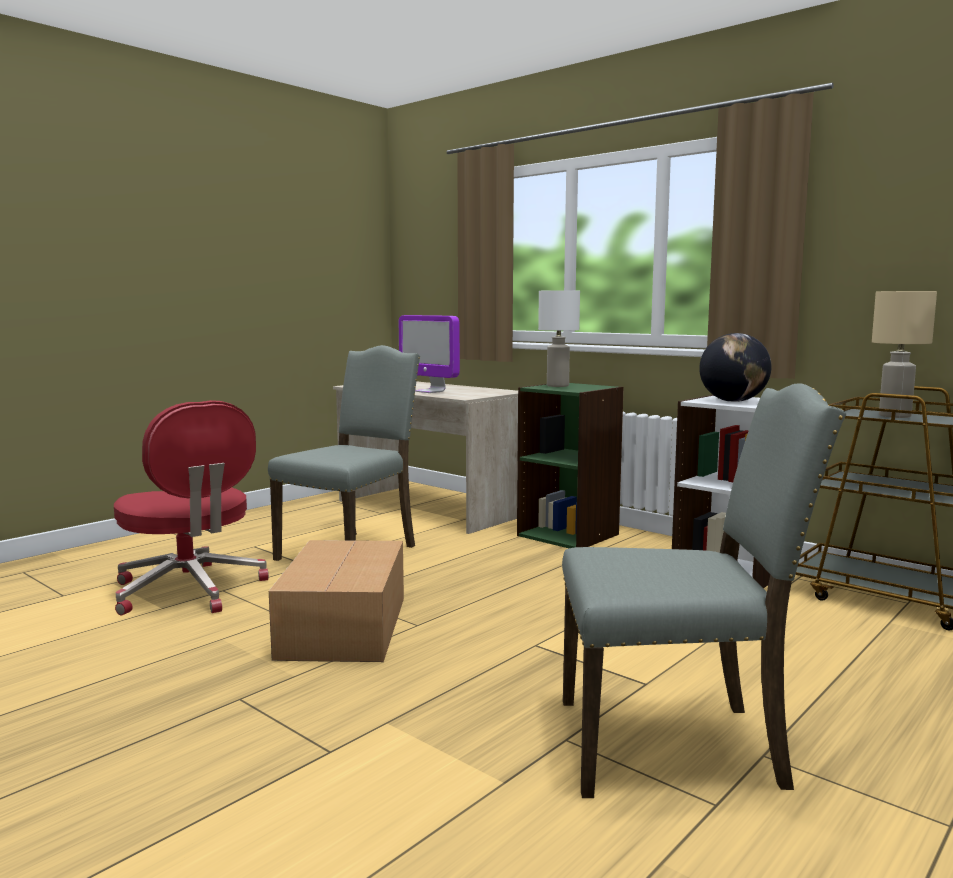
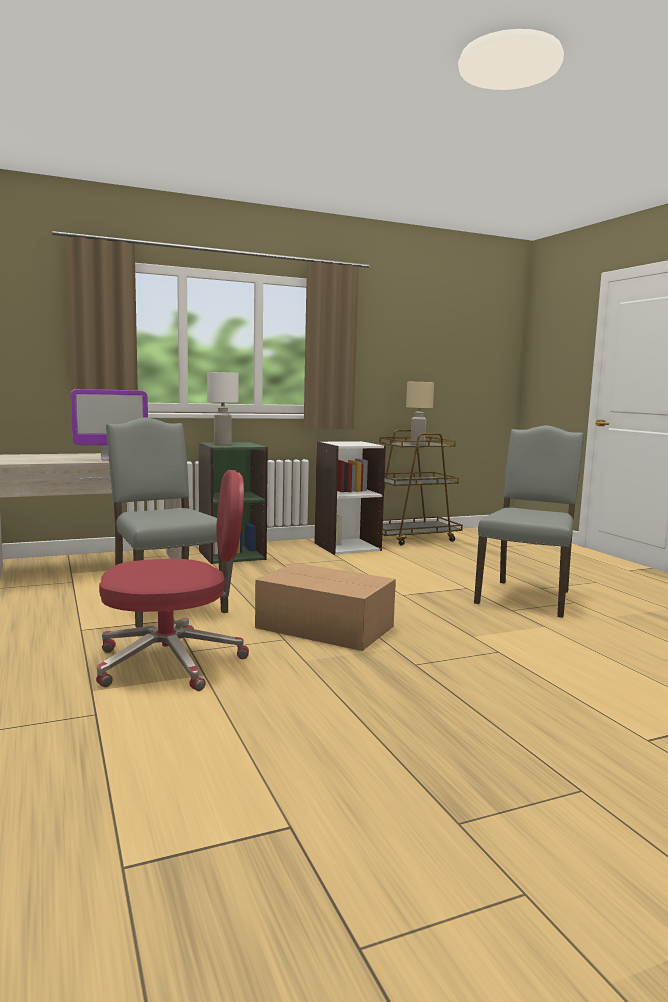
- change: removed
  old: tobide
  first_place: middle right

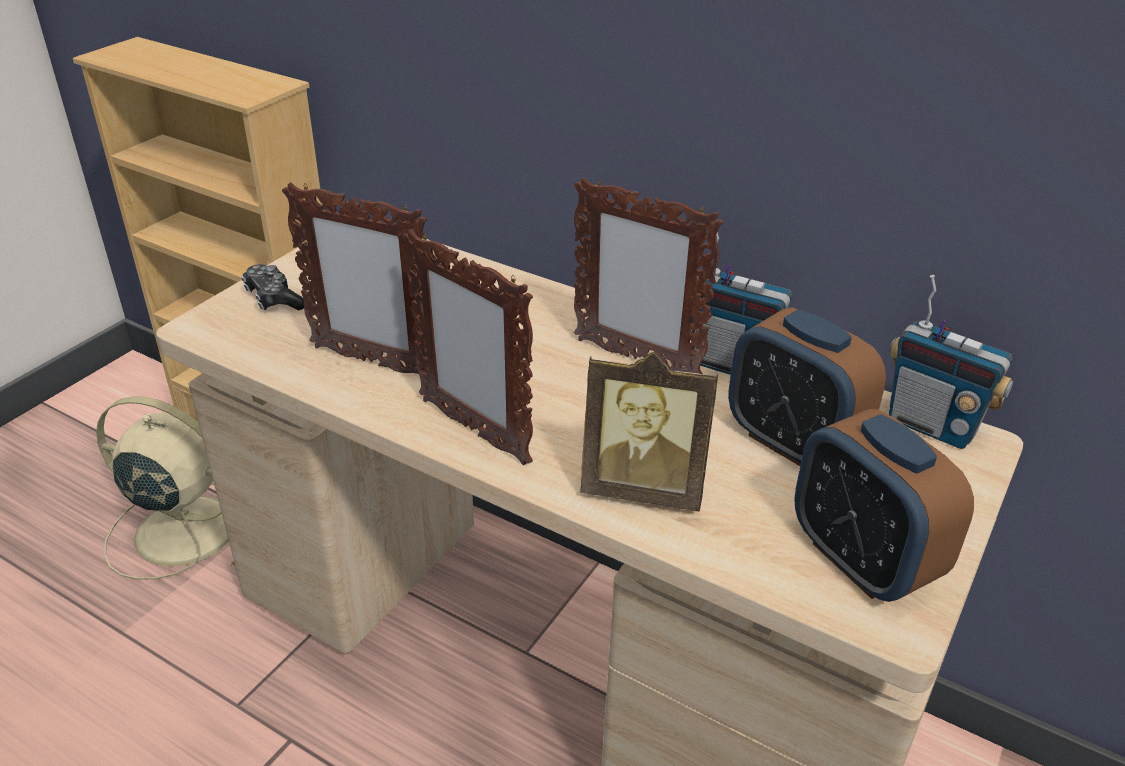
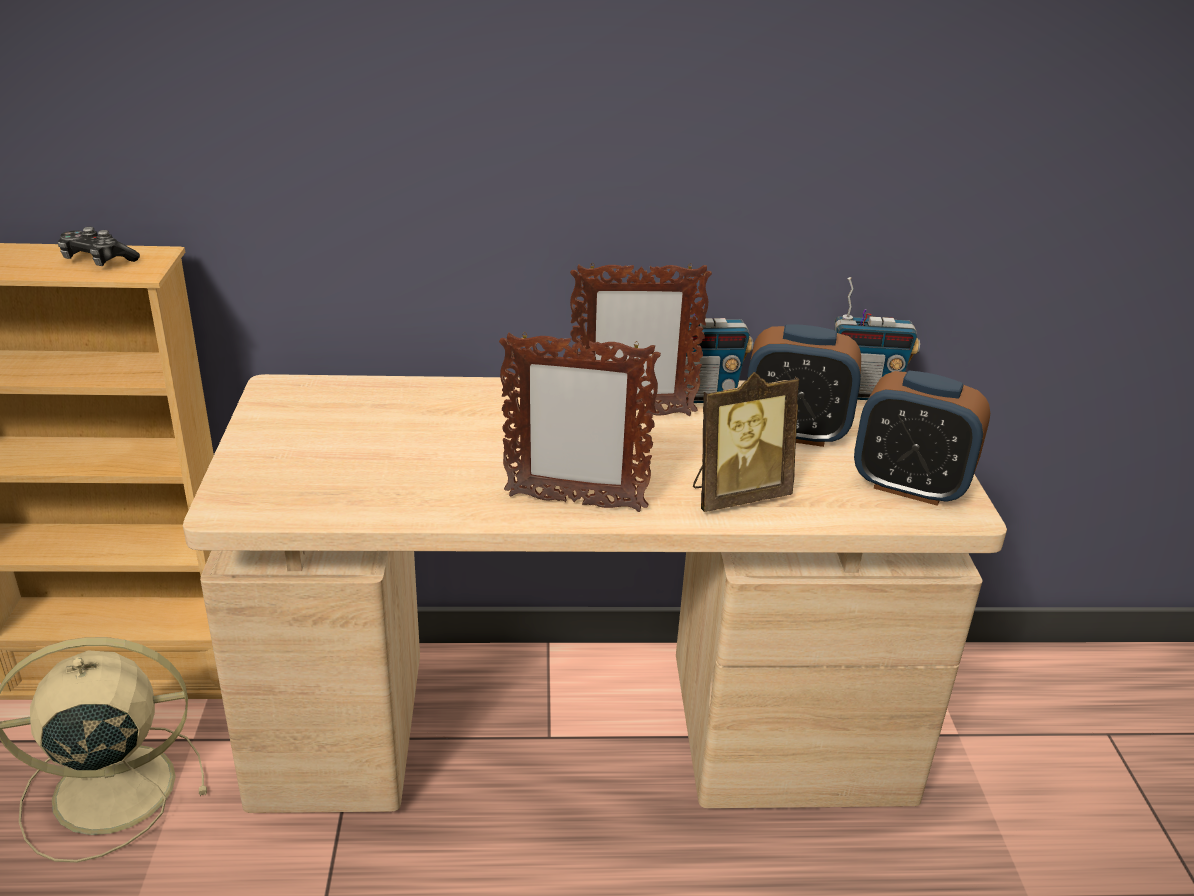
- change: removed
  old: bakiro (1st from left)
  first_place: middle left
- change: moved
  old: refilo
  first_place: middle left
  second_place: top left

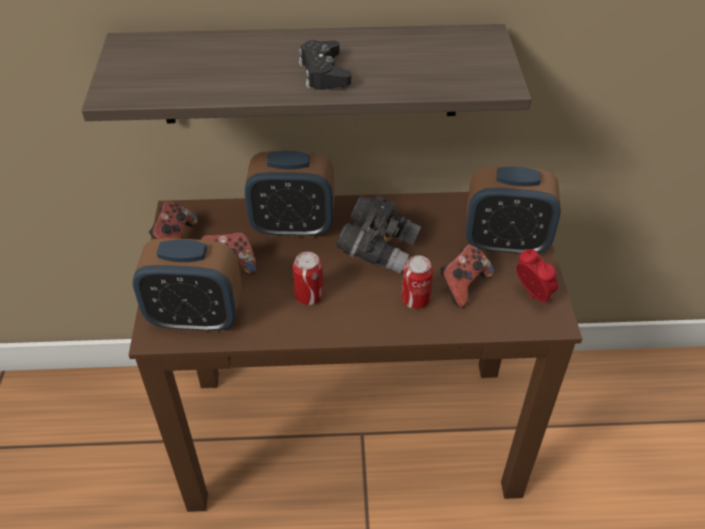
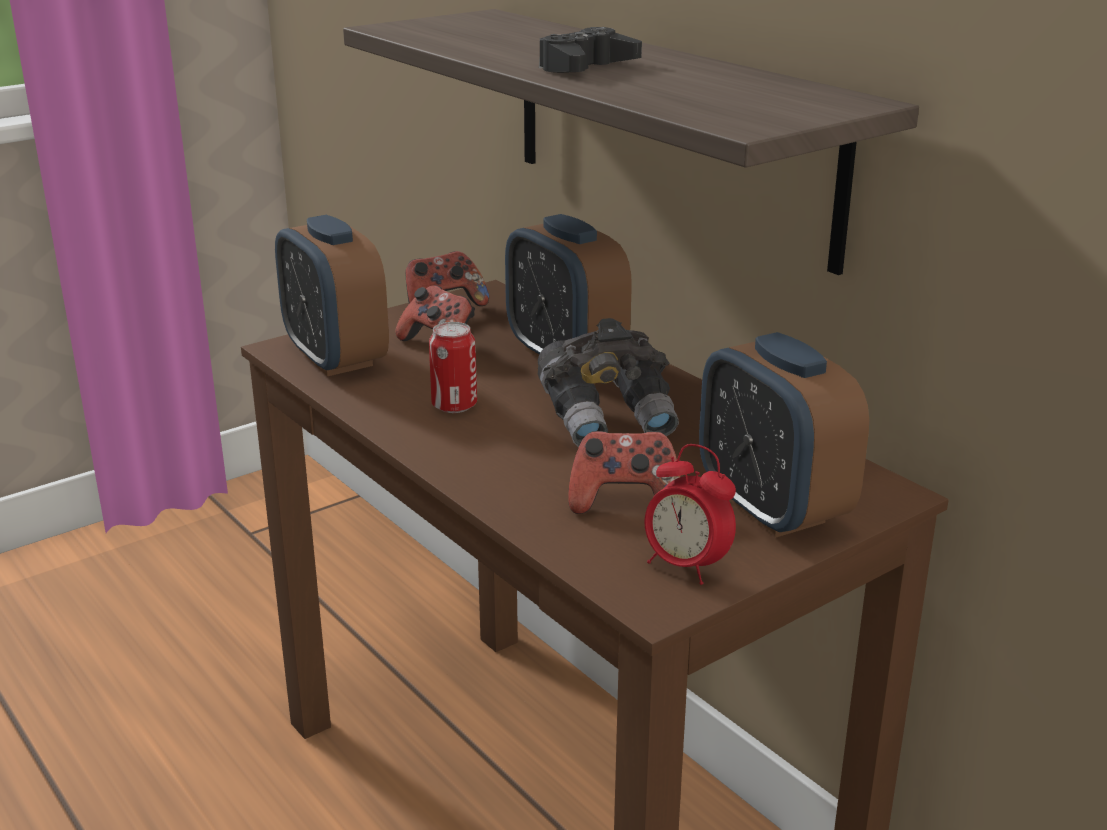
- change: turned
  old: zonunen (4th from left in the first image)
  first_place: middle right
  second_place: centre
  degrees: 105
- change: removed
  old: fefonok (2nd from left)
  first_place: centre

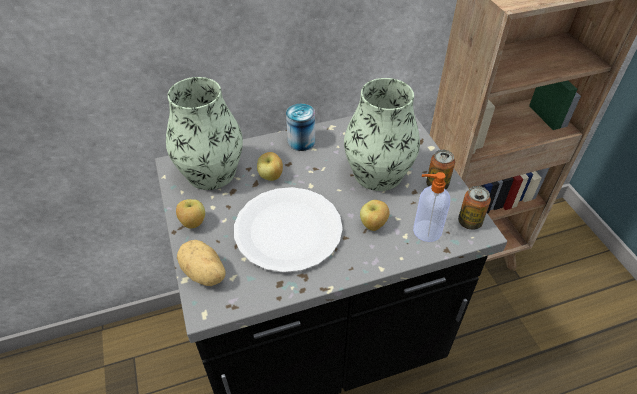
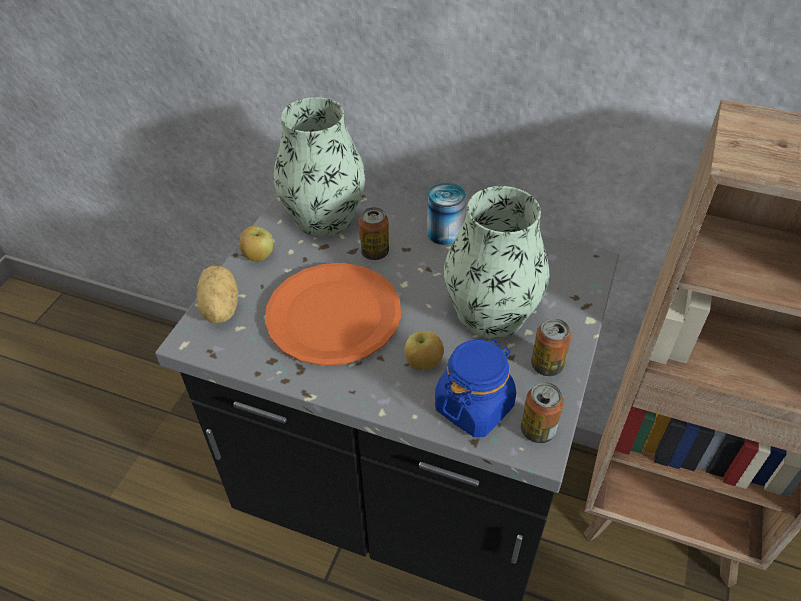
- change: replaced
  old: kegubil (2nd from left)
  new: fefonok (1st from left)
  first_place: centre
  second_place: centre
- change: replaced
  old: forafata
  new: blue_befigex
  first_place: middle right
  second_place: centre
- change: recoloured
  old: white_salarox
  new: orange_salarox
  first_place: centre
  second_place: centre

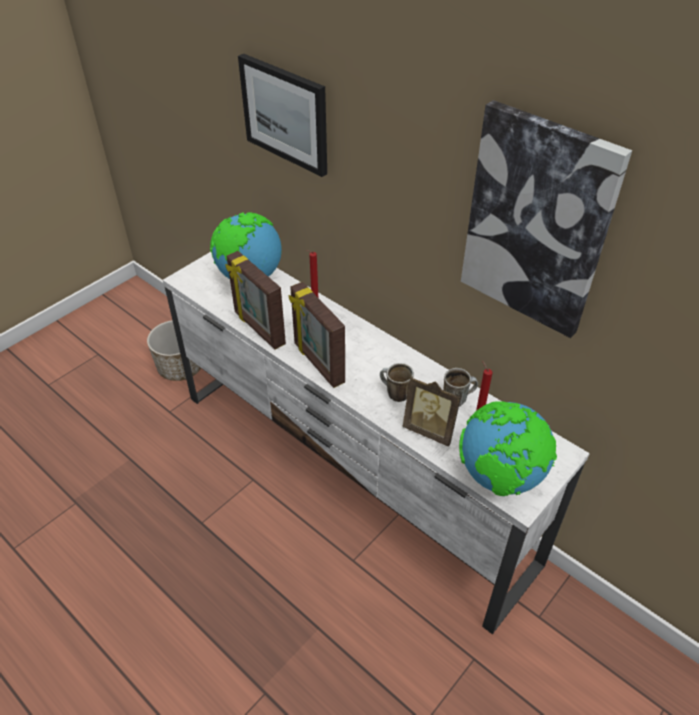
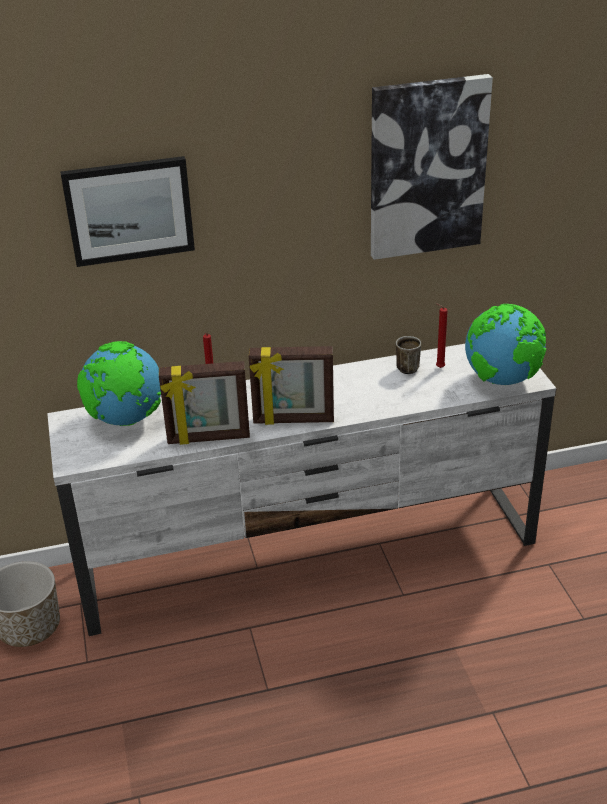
- change: removed
  old: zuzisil (1st from left)
  first_place: centre
- change: removed
  old: bakiro (3rd from left)
  first_place: centre

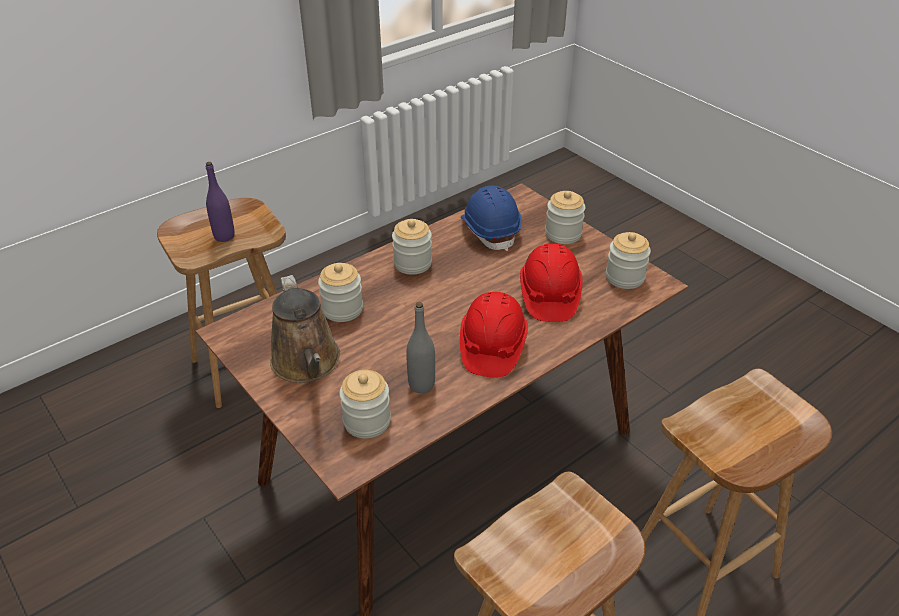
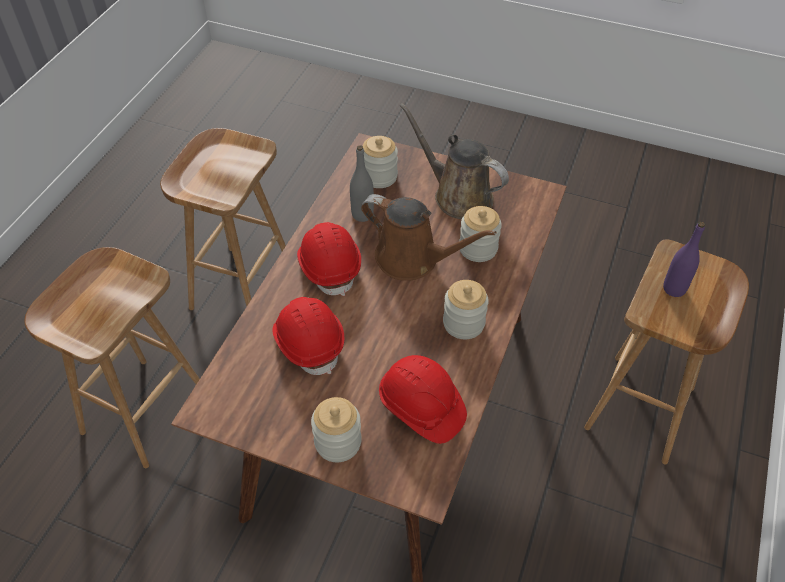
- change: recoloured
  old: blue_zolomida
  new: red_zolomida (3rd from left)
  first_place: centre
  second_place: bottom centre
- change: removed
  old: befigex (5th from left)
  first_place: middle right
- change: added
  new: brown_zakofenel (1st from left)
  second_place: centre

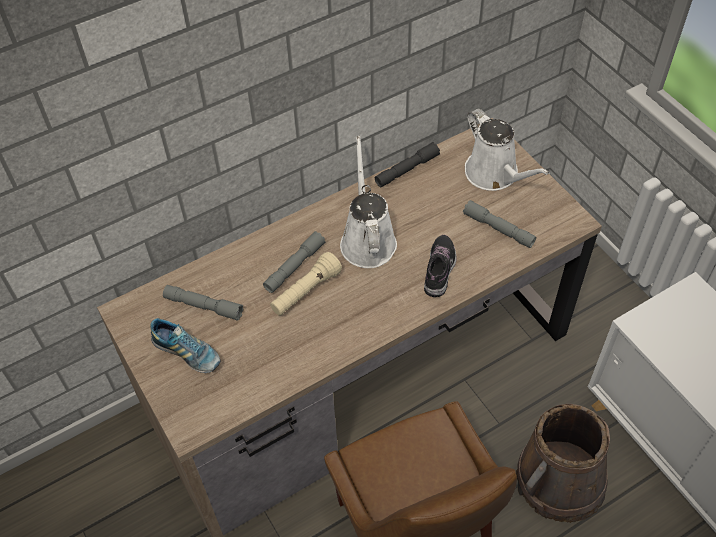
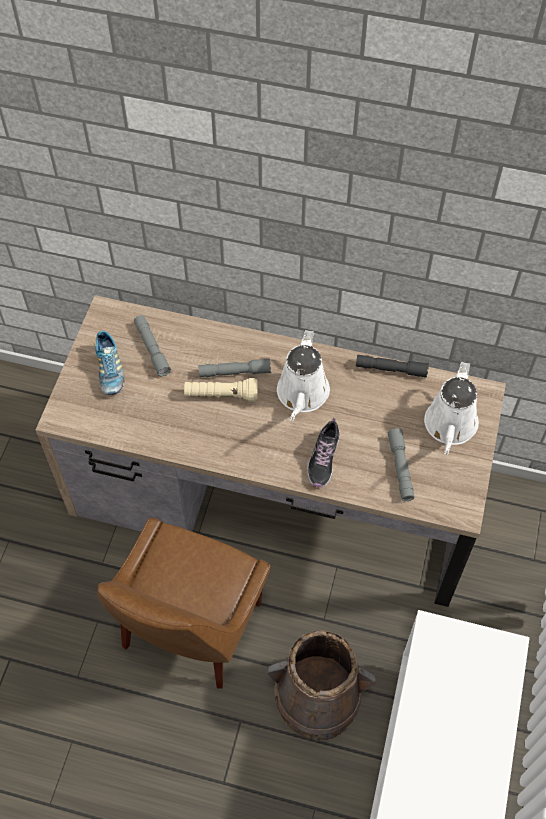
- change: turned
  old: white_zakofenel (1st from left)
  first_place: centre
  second_place: centre
  degrees: 150
- change: turned
  old: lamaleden (2nd from left)
  first_place: centre
  second_place: centre
  degrees: 135

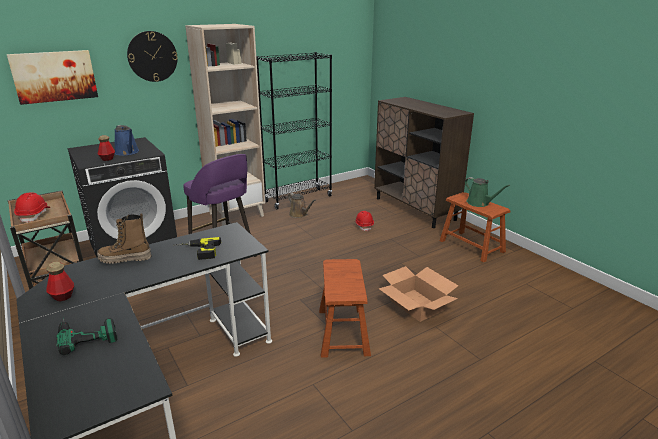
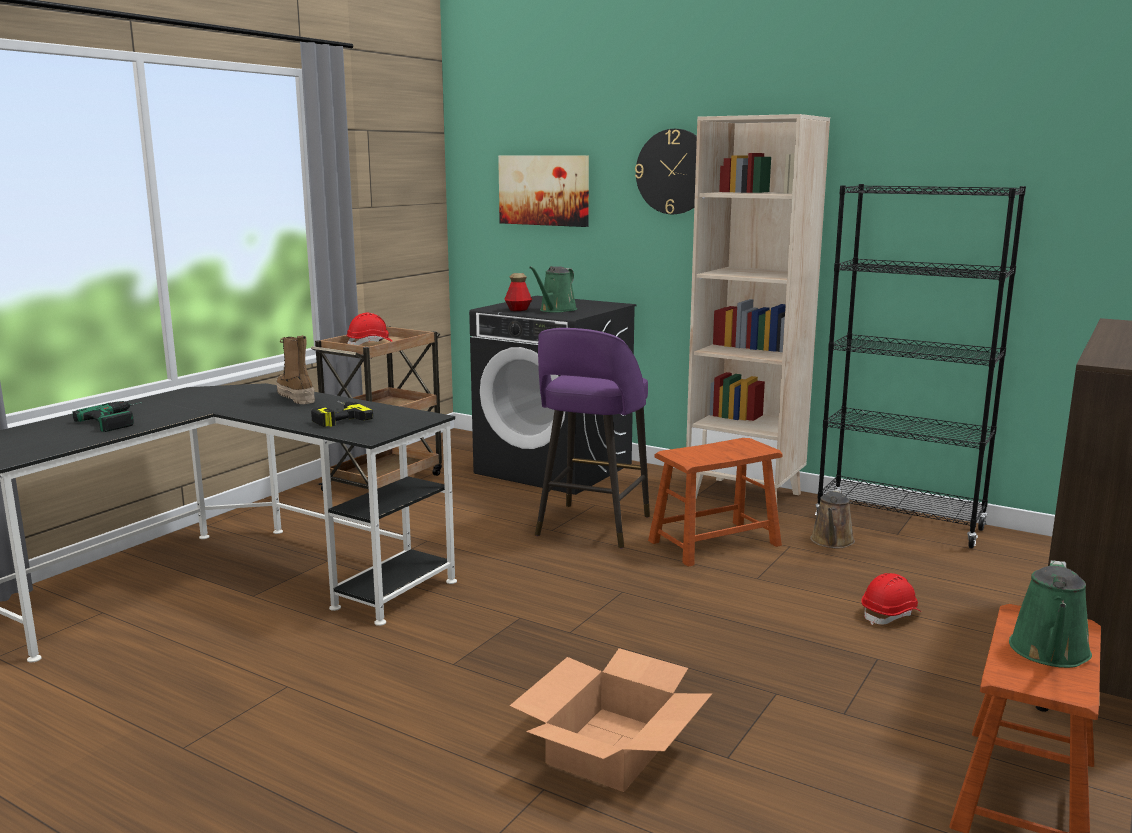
- change: recoloured
  old: blue_zakofenel
  new: green_zakofenel (1st from left)
  first_place: top left
  second_place: centre
- change: moved
  old: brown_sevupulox (1st from left)
  first_place: bottom centre
  second_place: centre
- change: removed
  old: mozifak (1st from left)
  first_place: middle left

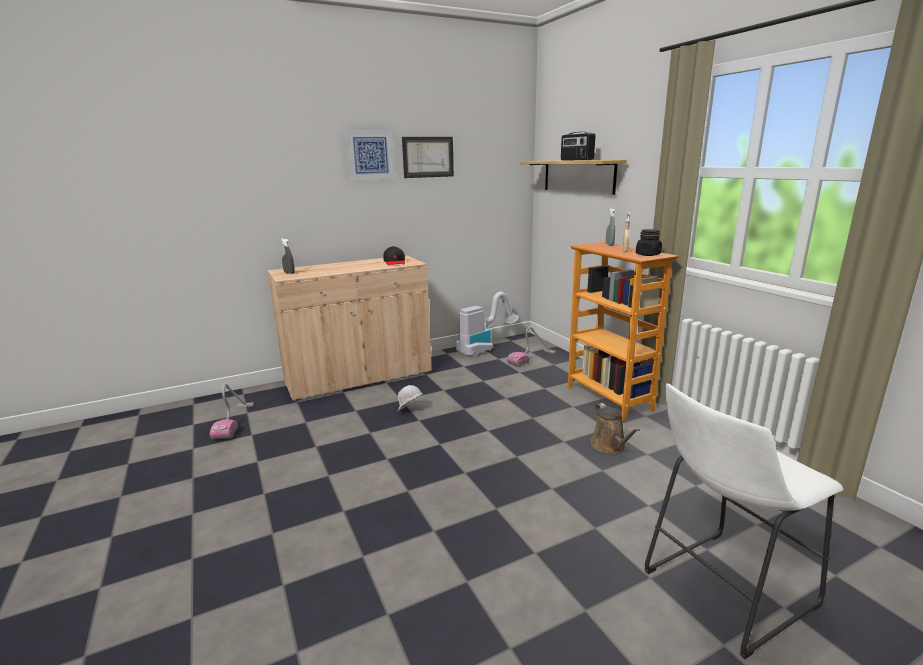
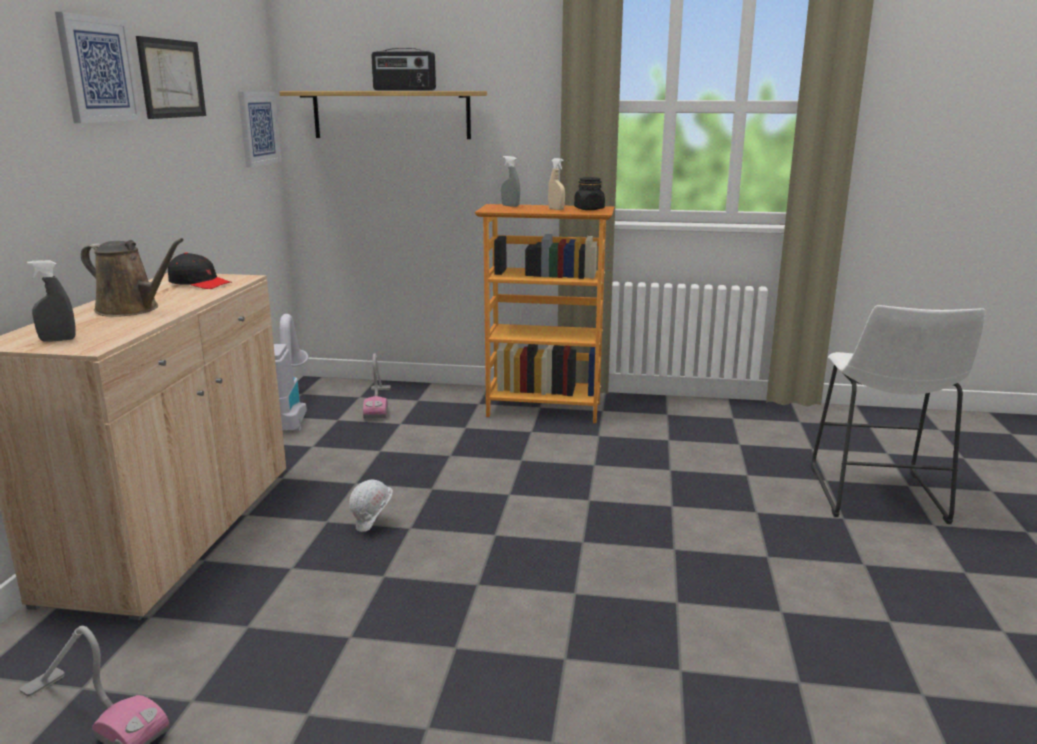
- change: moved
  old: brown_zakofenel
  first_place: centre
  second_place: middle left
- change: added
  new: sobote (3rd from left)
  second_place: top left

